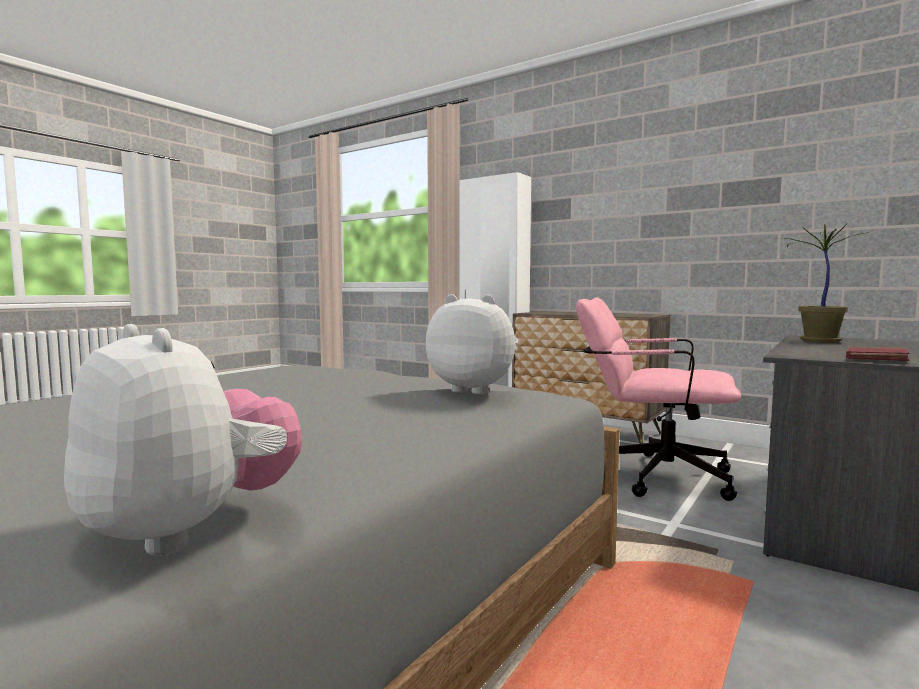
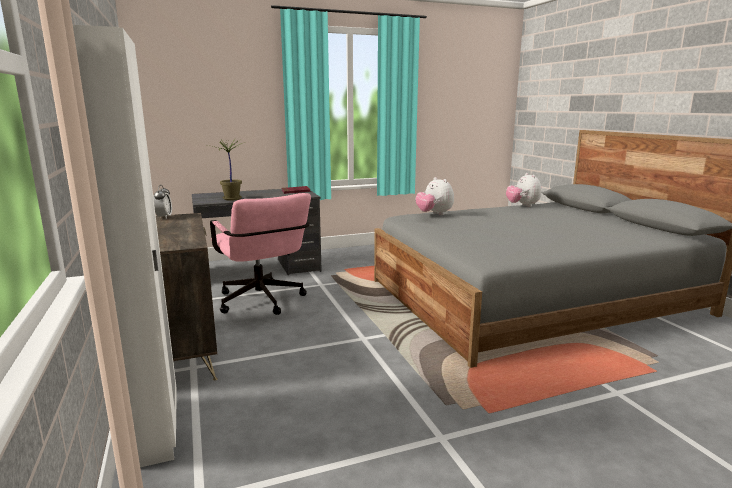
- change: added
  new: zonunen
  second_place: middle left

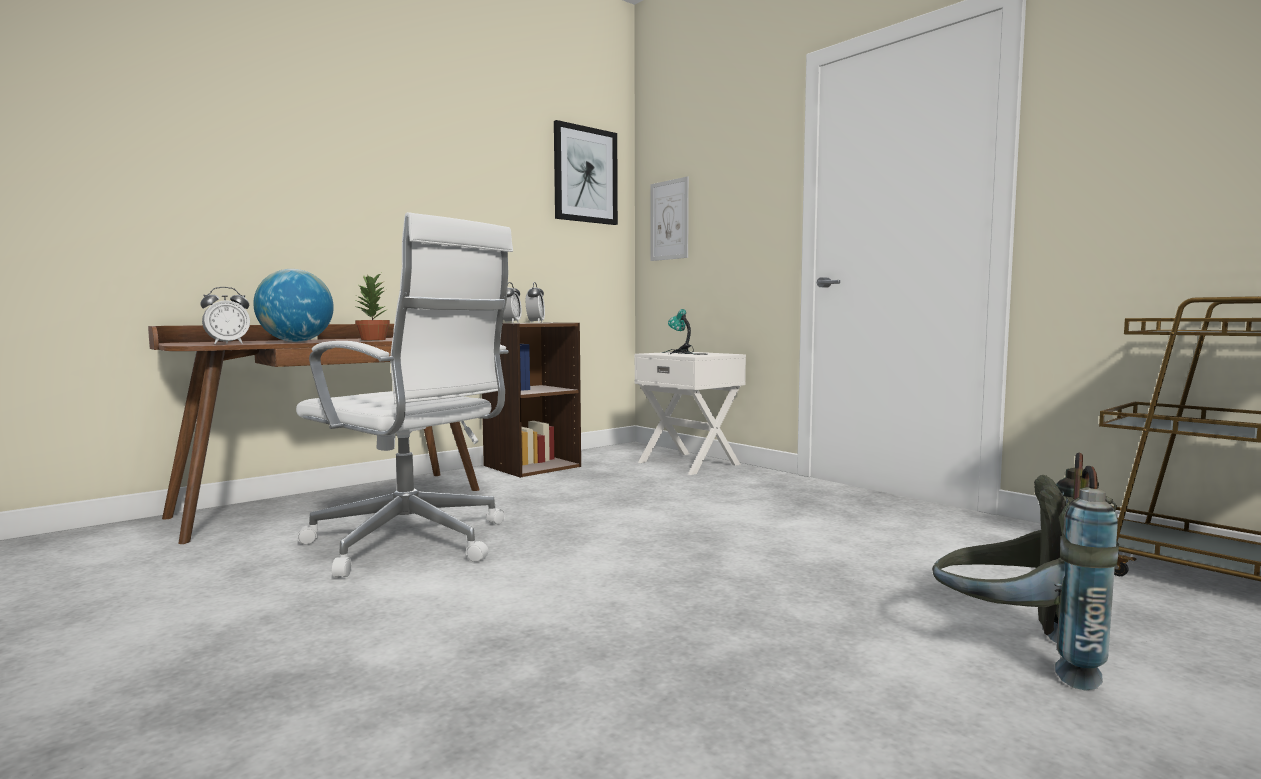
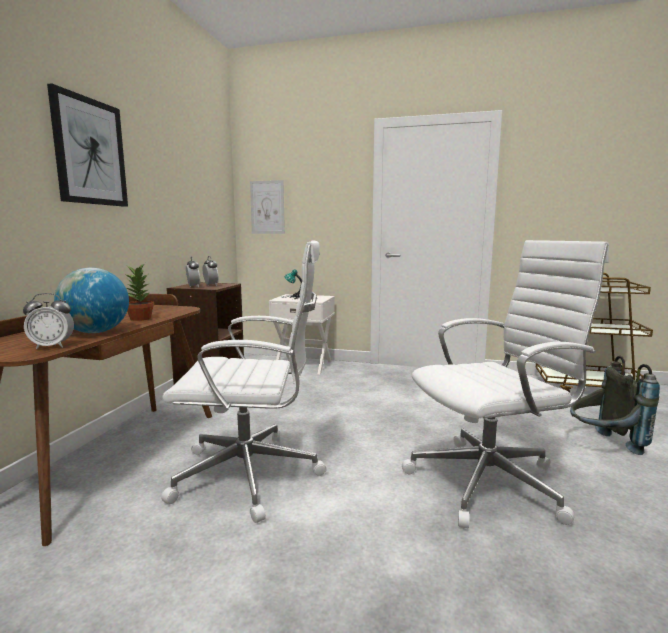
- change: moved
  old: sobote (1st from left)
  first_place: top centre
  second_place: top left
- change: turned
  old: zonunen (1st from left)
  first_place: middle left
  second_place: middle left
  degrees: 60
- change: added
  new: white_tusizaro (2nd from left)
  second_place: middle right

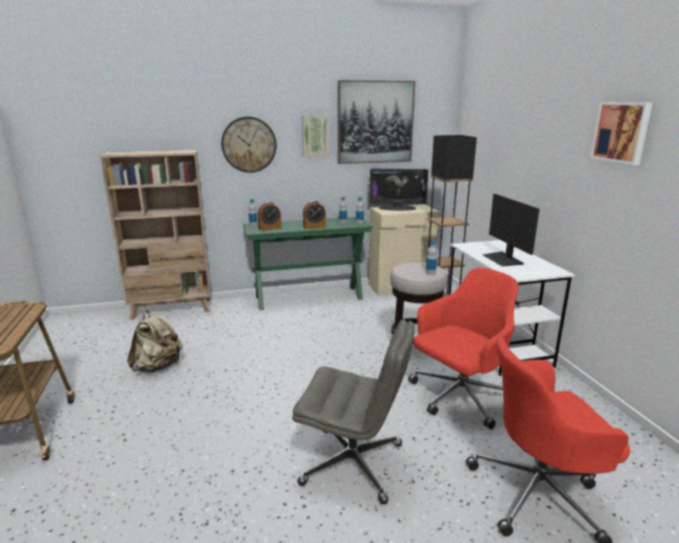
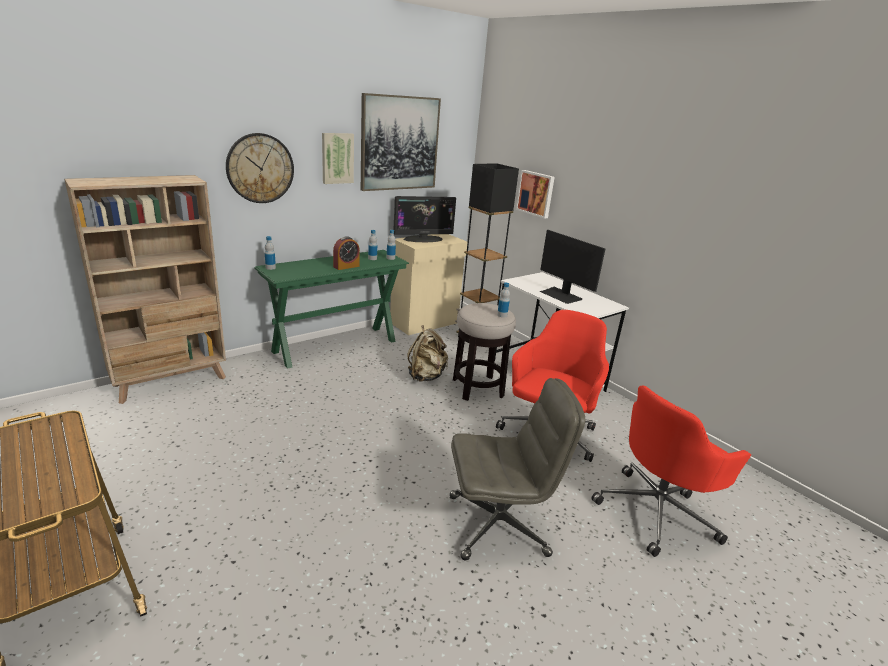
- change: moved
  old: sobote (3rd from left)
  first_place: top right
  second_place: top centre
- change: removed
  old: zonunen (1st from left)
  first_place: centre
- change: moved
  old: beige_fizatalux
  first_place: middle left
  second_place: centre

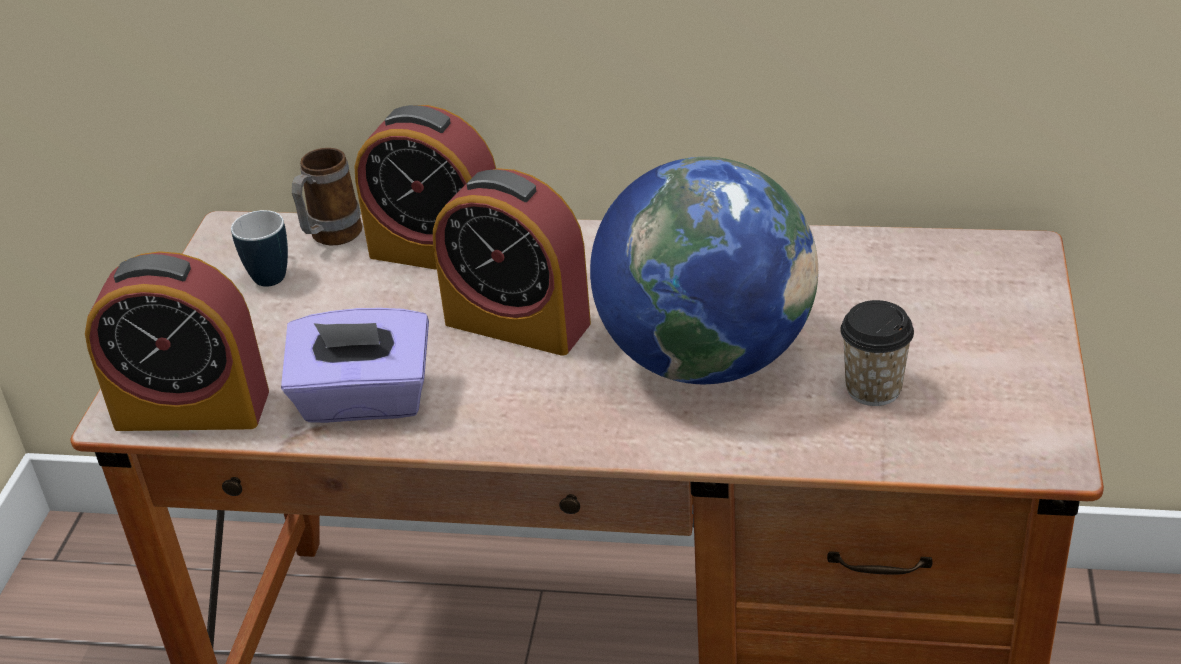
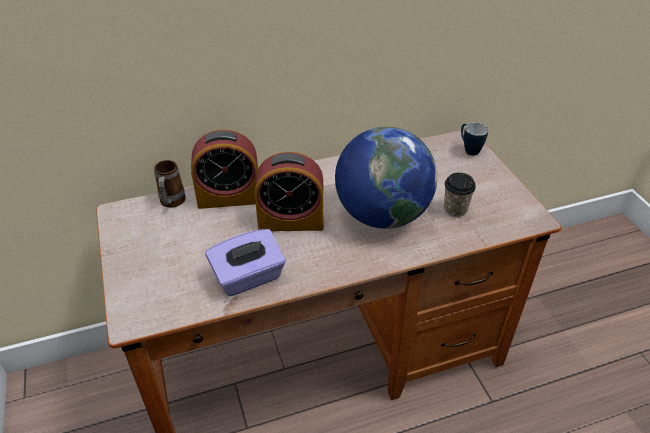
- change: moved
  old: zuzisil (1st from left in the first image)
  new: zuzisil (2nd from left)
  first_place: middle left
  second_place: top right
- change: removed
  old: zonunen (1st from left)
  first_place: middle left

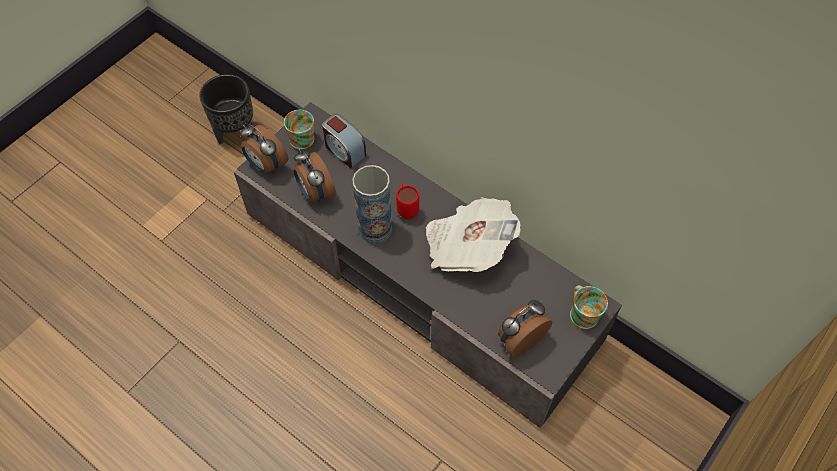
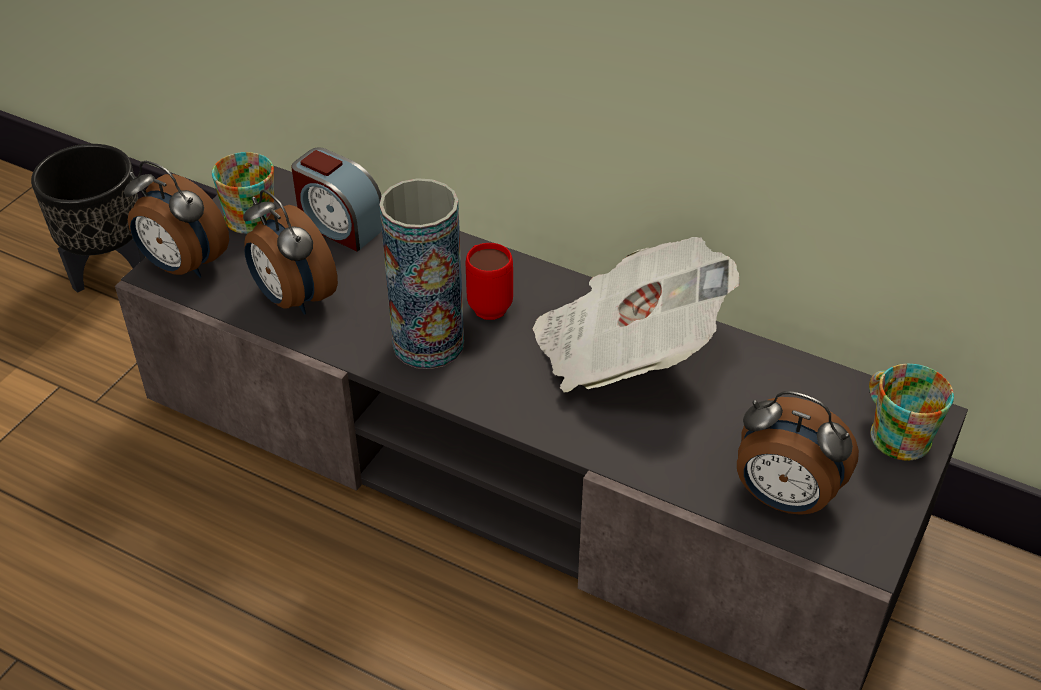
- change: turned
  old: zonunen (4th from left)
  first_place: bottom centre
  second_place: middle right
  degrees: -105

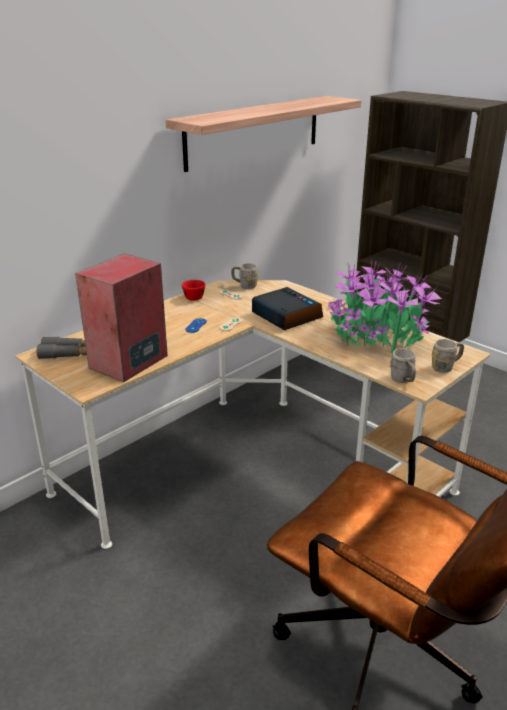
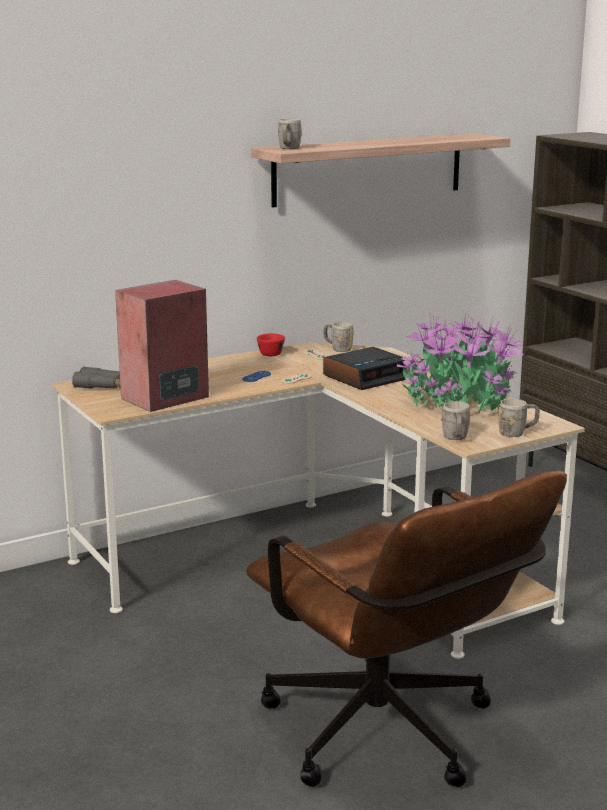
- change: turned
  old: zonunen
  first_place: centre
  second_place: centre
  degrees: 75
- change: added
  new: grey_zuzisil (1st from left)
  second_place: top centre

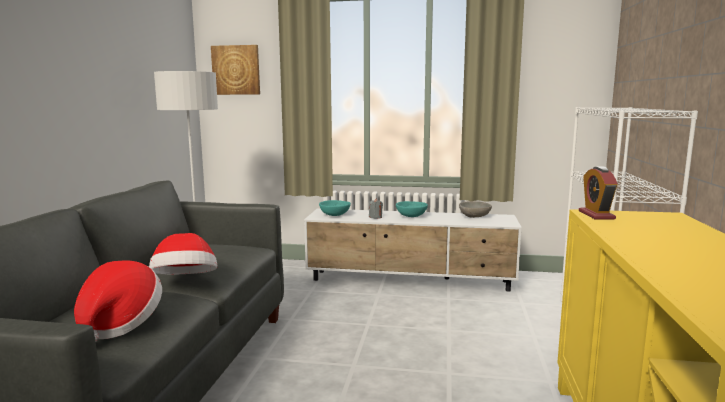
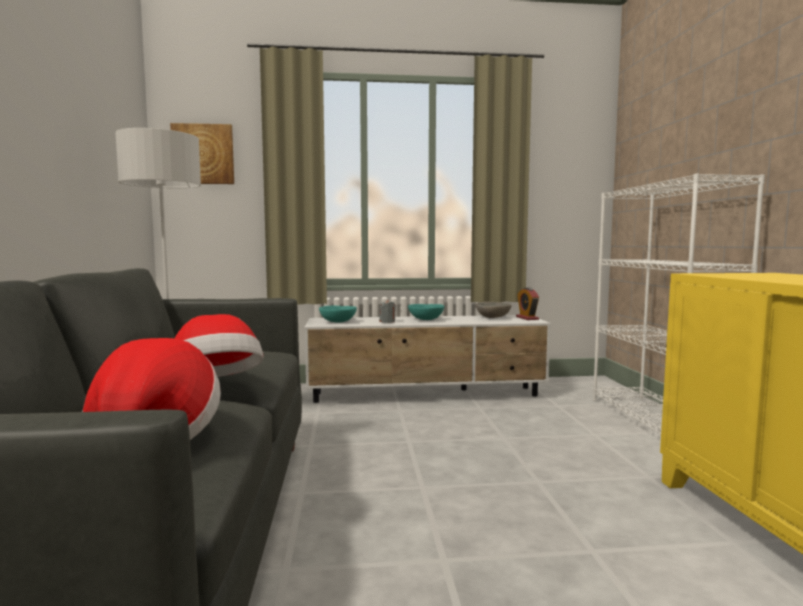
- change: moved
  old: zonunen
  first_place: middle right
  second_place: centre

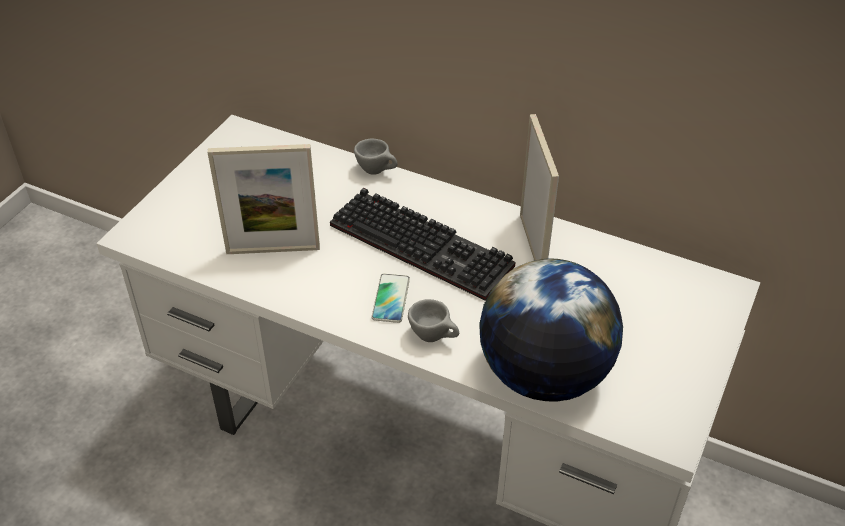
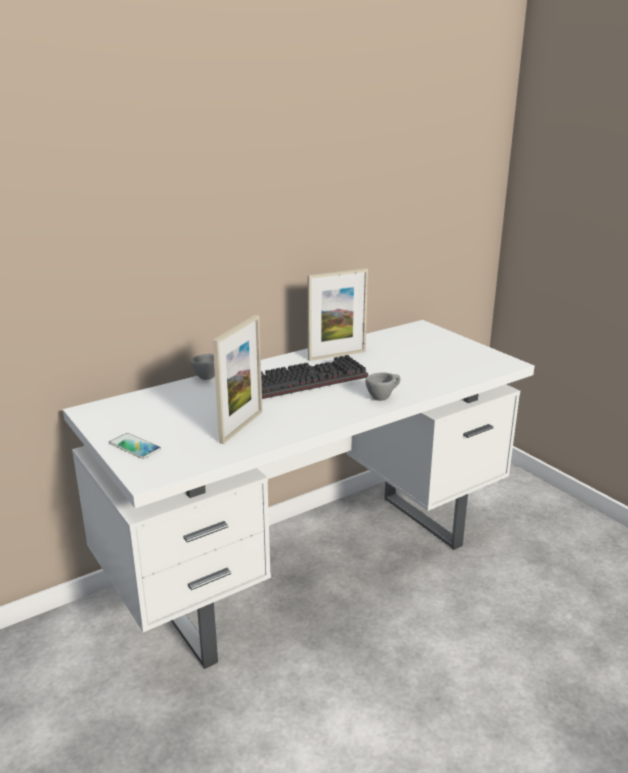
- change: turned
  old: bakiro (2nd from left)
  first_place: centre
  second_place: centre
  degrees: 135
- change: removed
  old: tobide
  first_place: centre
- change: moved
  old: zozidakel
  first_place: centre
  second_place: middle left

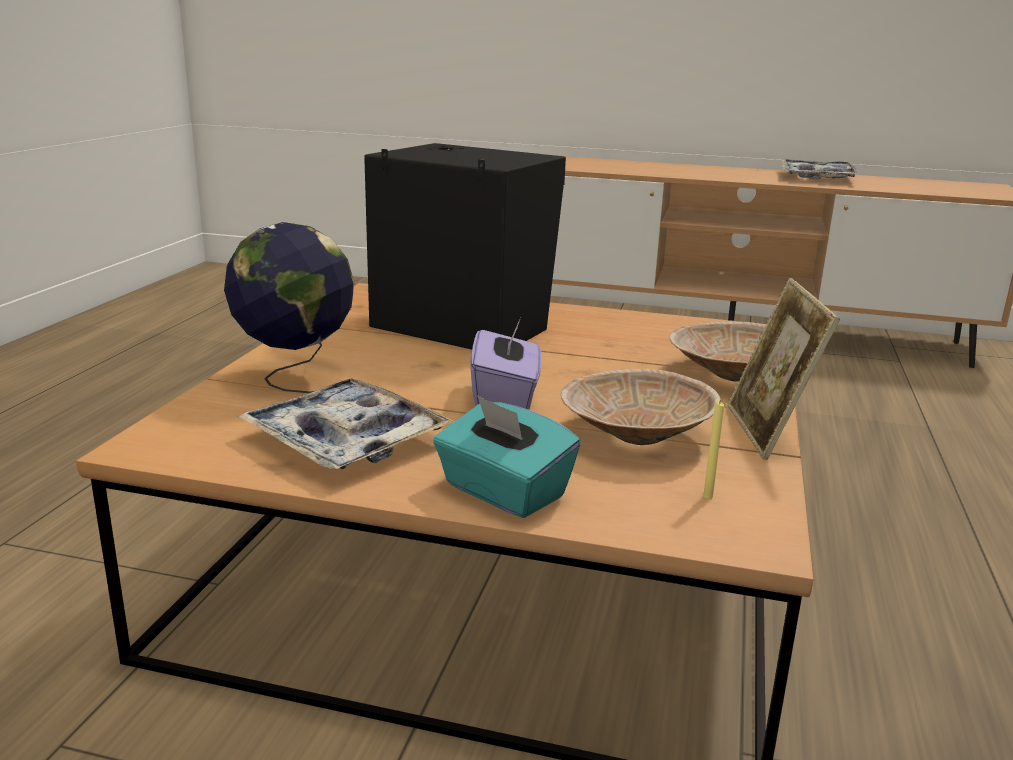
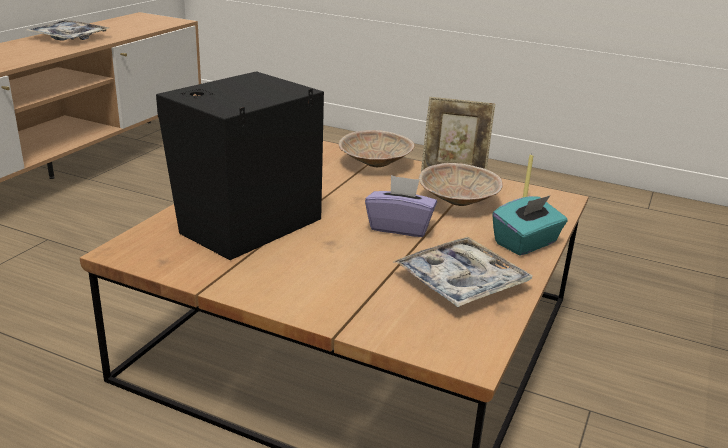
- change: removed
  old: tobide
  first_place: middle left

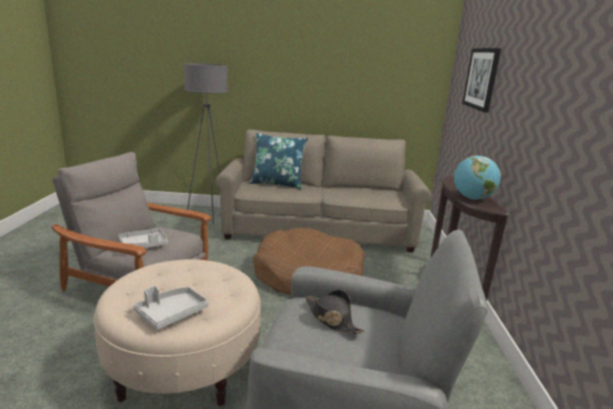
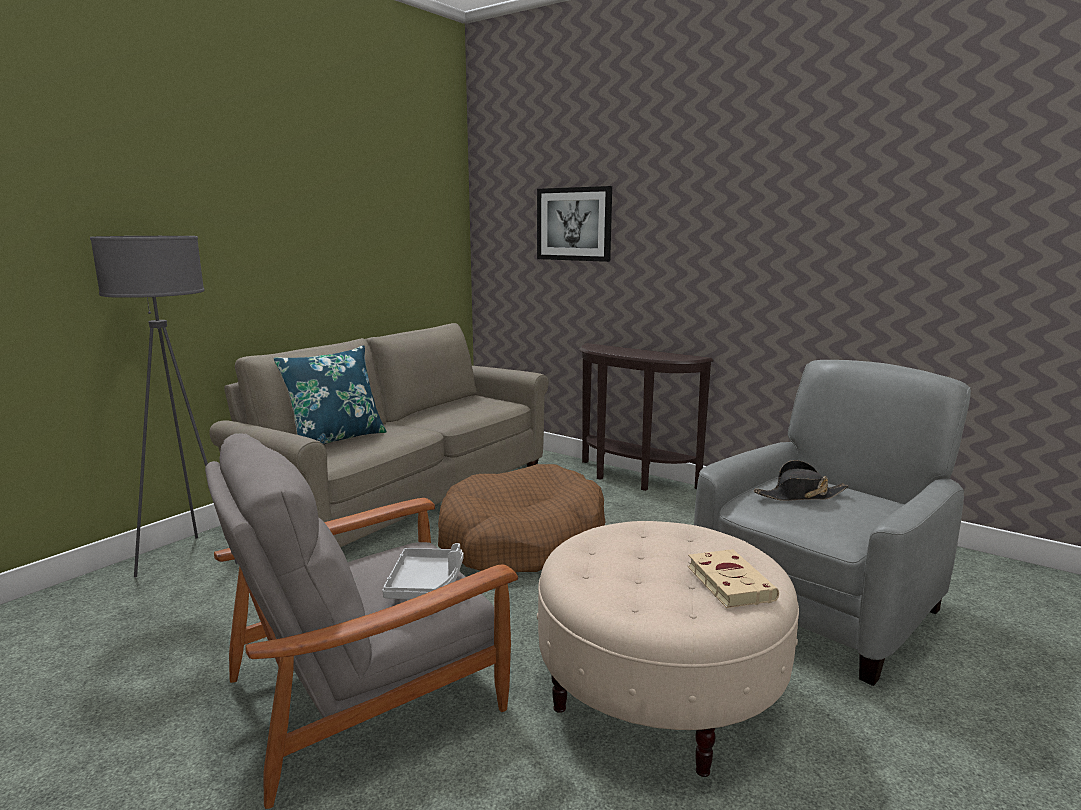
- change: removed
  old: tobide
  first_place: middle right
- change: replaced
  old: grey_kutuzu (2nd from left)
  new: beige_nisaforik
  first_place: bottom left
  second_place: bottom right

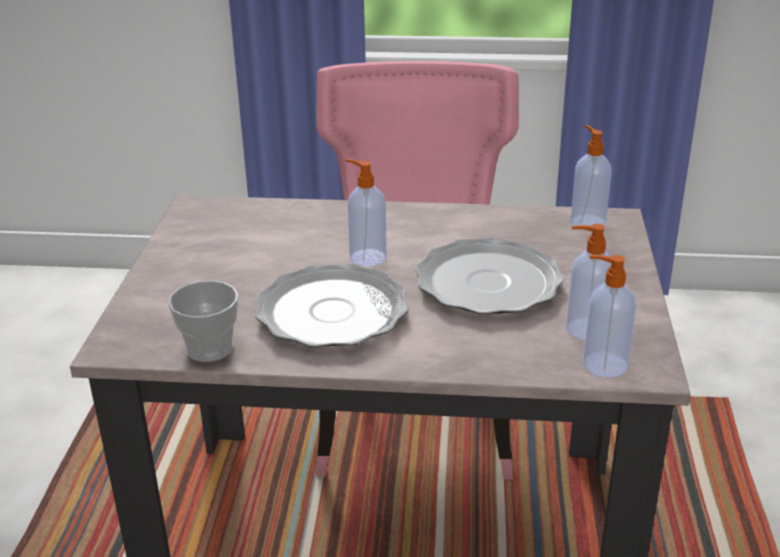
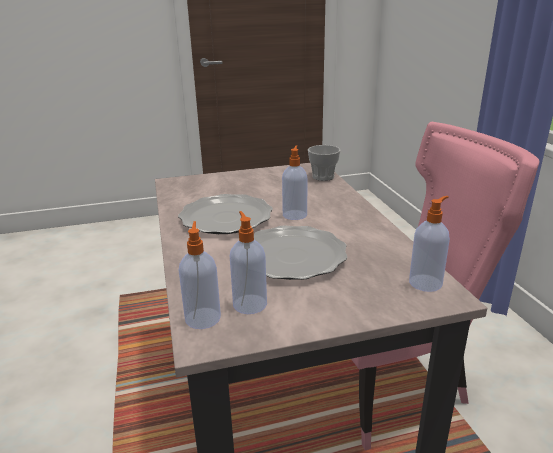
- change: moved
  old: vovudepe
  first_place: middle left
  second_place: centre

